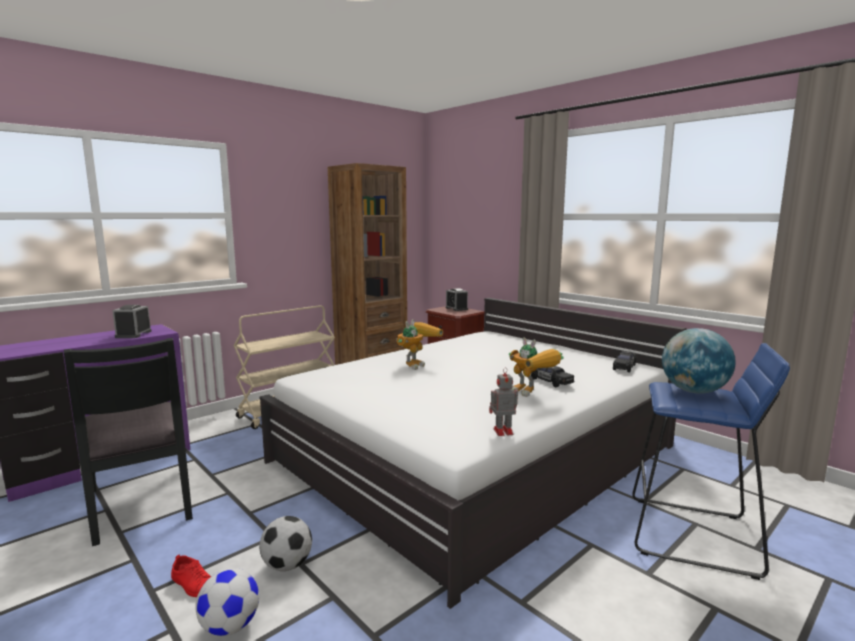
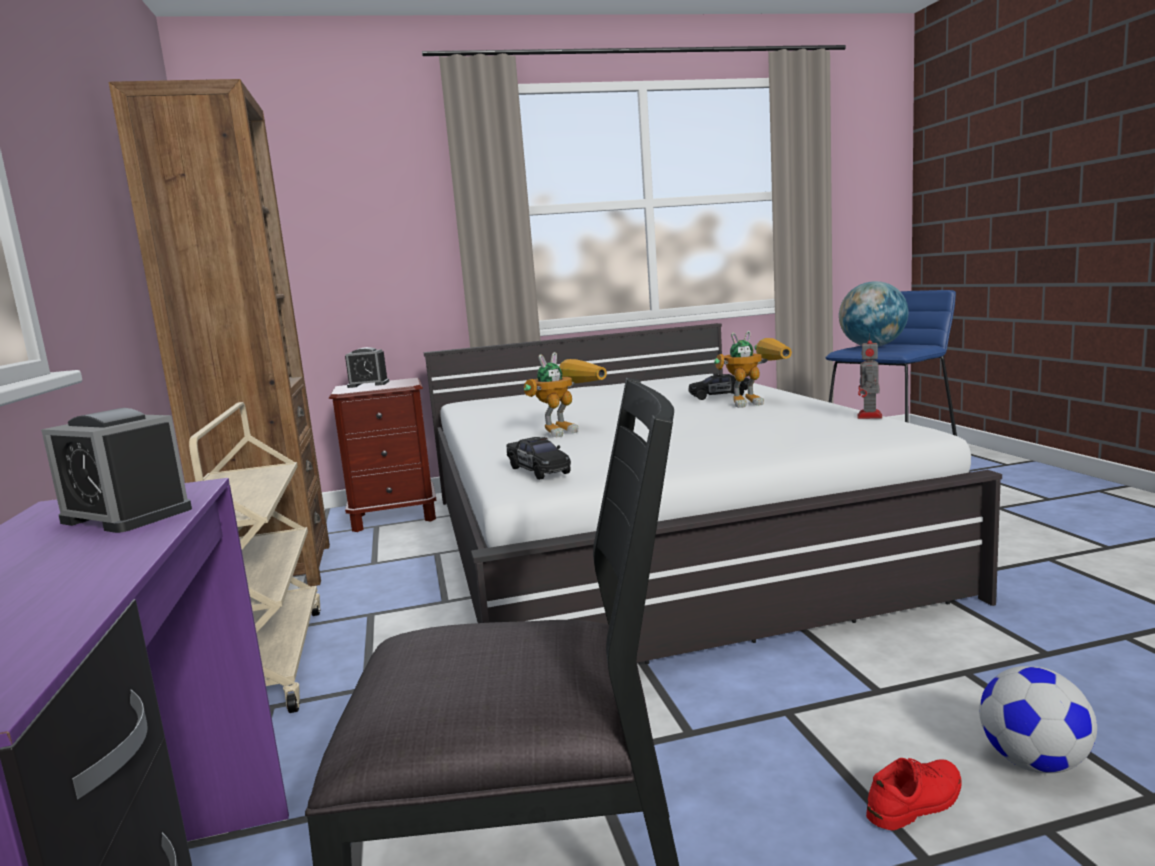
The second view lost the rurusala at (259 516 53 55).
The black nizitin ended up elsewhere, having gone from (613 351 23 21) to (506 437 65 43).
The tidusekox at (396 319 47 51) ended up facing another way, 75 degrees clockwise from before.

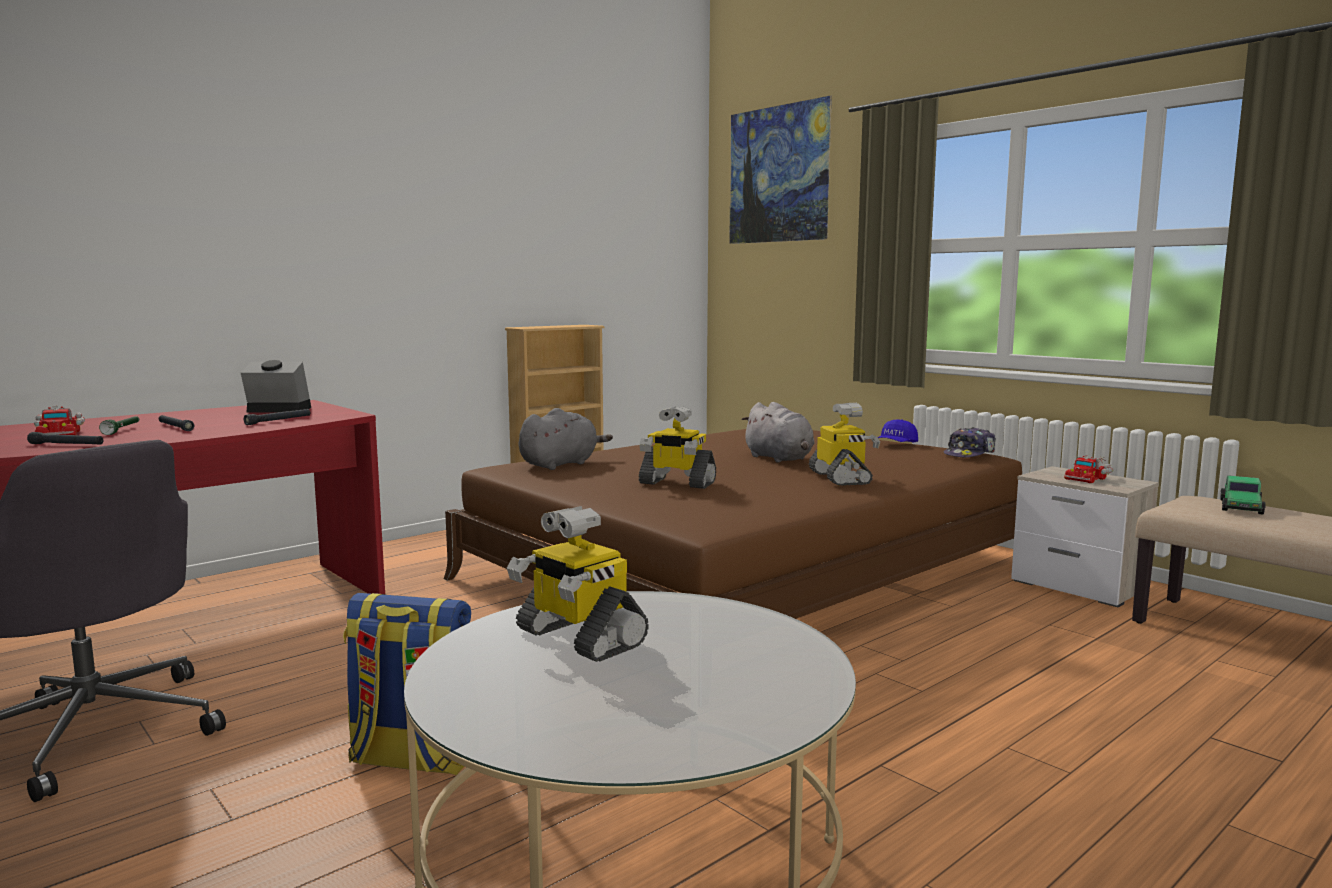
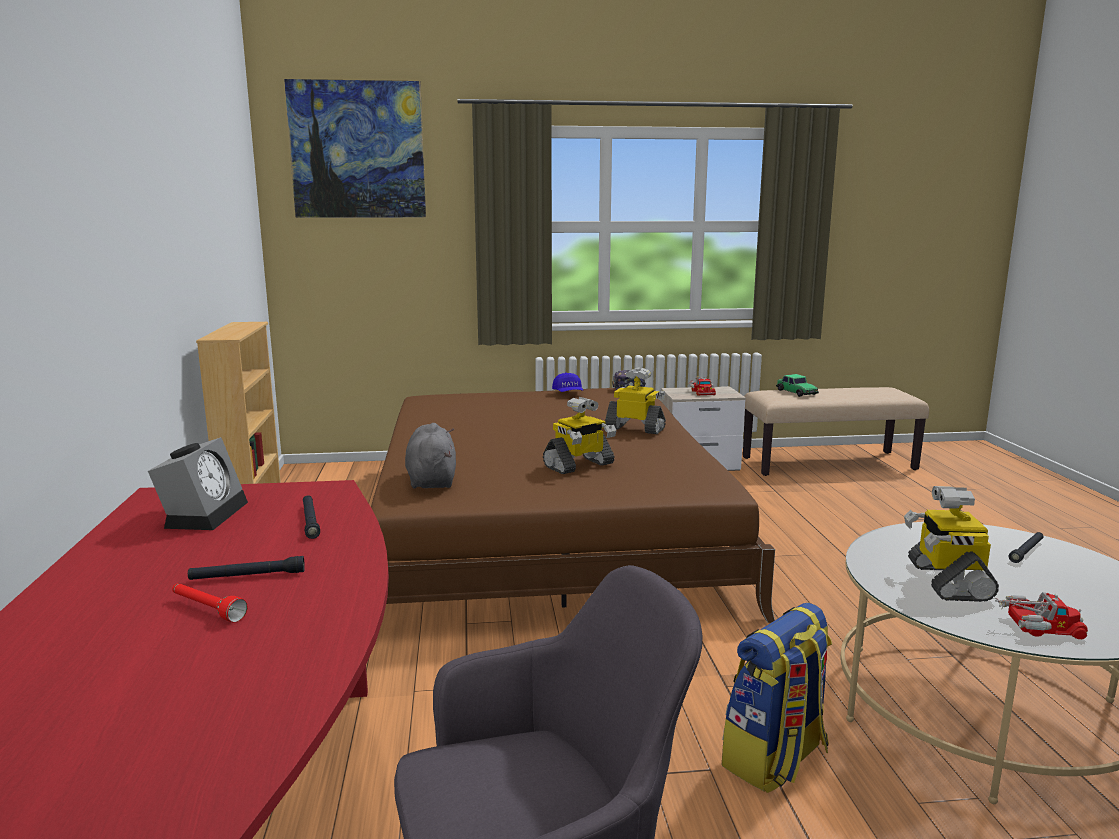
The second view lost the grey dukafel at (741 402 74 61).
The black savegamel ended up elsewhere, having gone from (27 432 77 13) to (1009 532 35 31).
The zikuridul ended up elsewhere, having gone from (34 406 51 29) to (993 592 95 47).
What was the green savegamel at (99 416 40 19) turned into the red savegamel at (172 583 75 39).
The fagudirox at (241 360 70 52) ended up facing another way, 150 degrees clockwise from before.
The tidusekox at (507 506 142 156) ended up facing another way, 105 degrees clockwise from before.

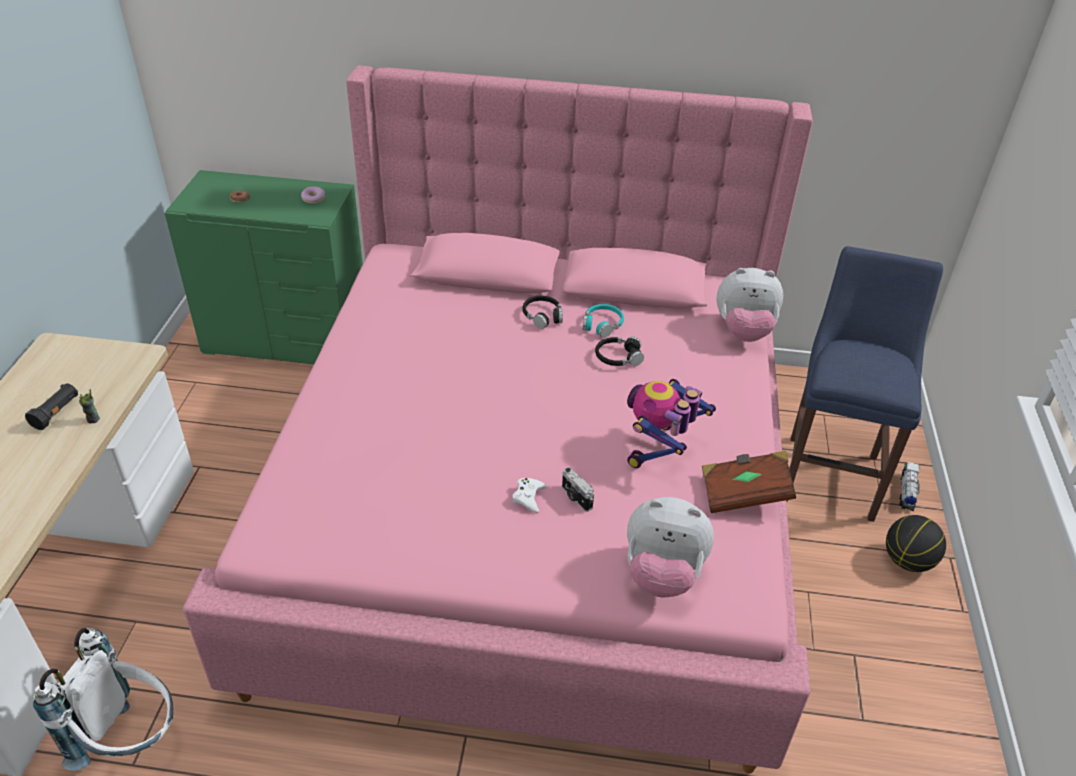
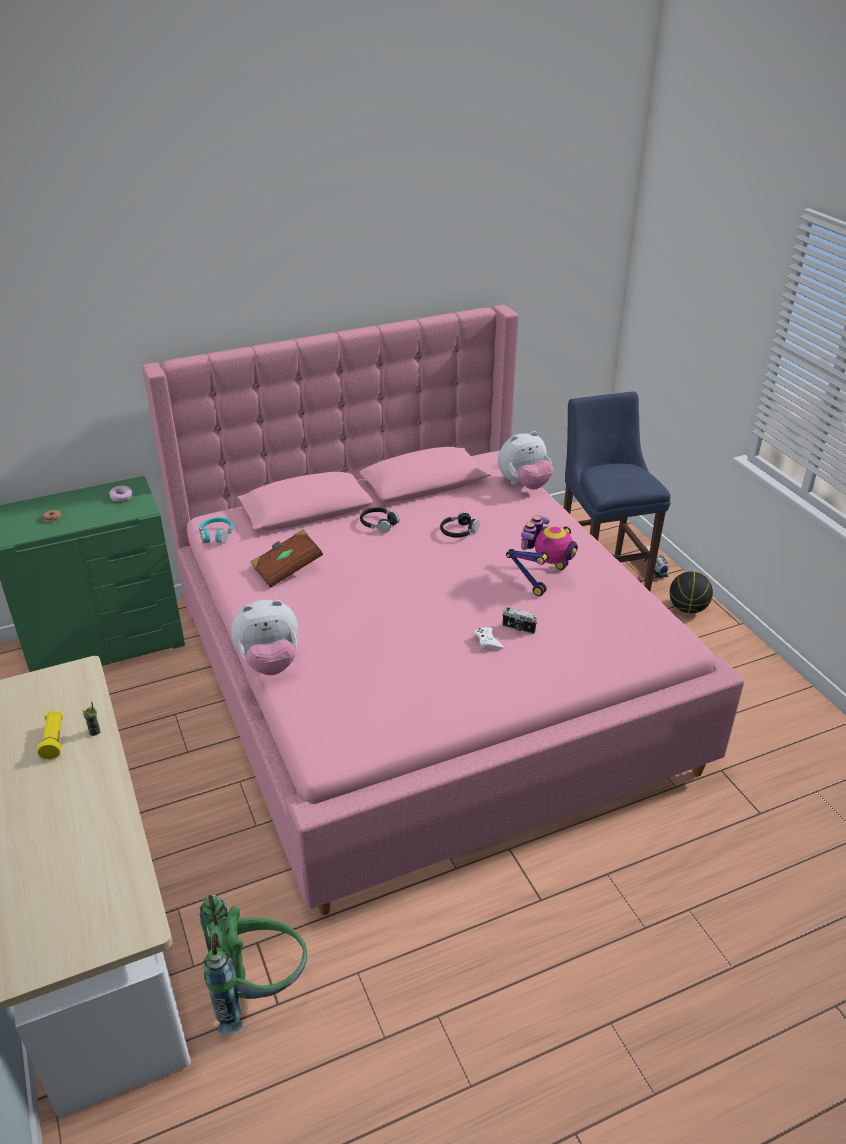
The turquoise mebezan ended up elsewhere, having gone from (583 304 41 34) to (199 517 34 27).
The dukafel ended up elsewhere, having gone from (627 497 87 100) to (231 600 67 75).
The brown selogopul ended up elsewhere, having gone from (702 451 94 62) to (251 529 72 59).
What was the black savegamel at (25 383 53 47) turned into the yellow savegamel at (37 711 26 49).
What was the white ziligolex at (33 628 140 143) turned into the green ziligolex at (200 895 107 140).
The tidusekox at (627 379 89 89) ended up facing another way, 150 degrees counterclockwise from before.

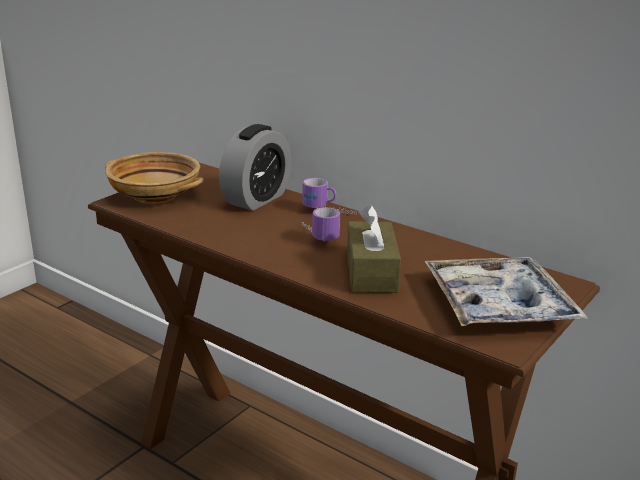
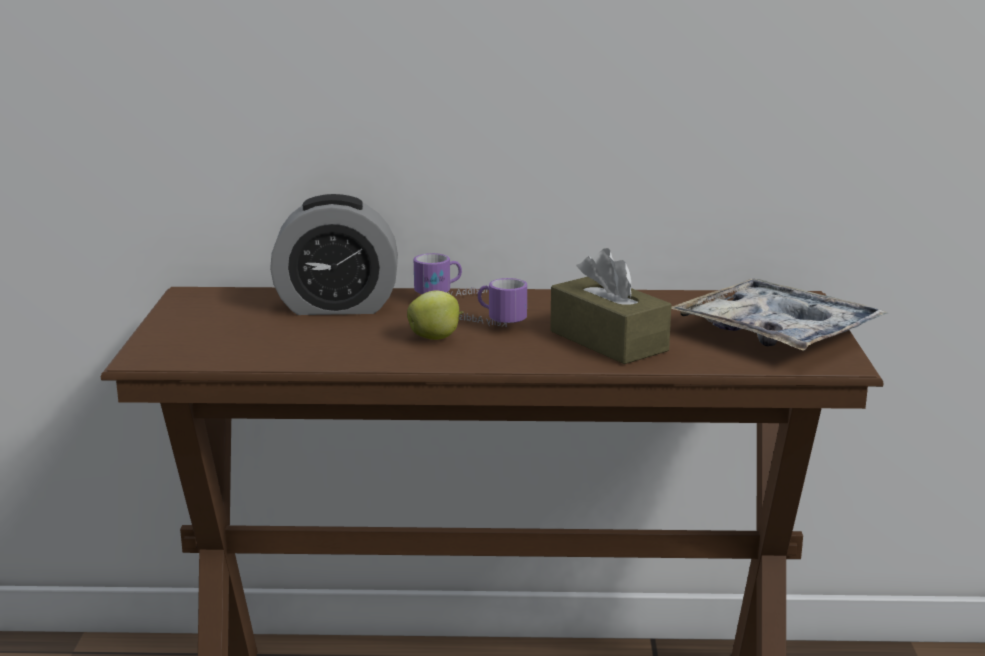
The second view lost the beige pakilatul at (105 152 99 52).
The second view gained the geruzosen at (407 291 57 49).
The fagudirox at (219 124 72 87) ended up facing another way, 90 degrees clockwise from before.

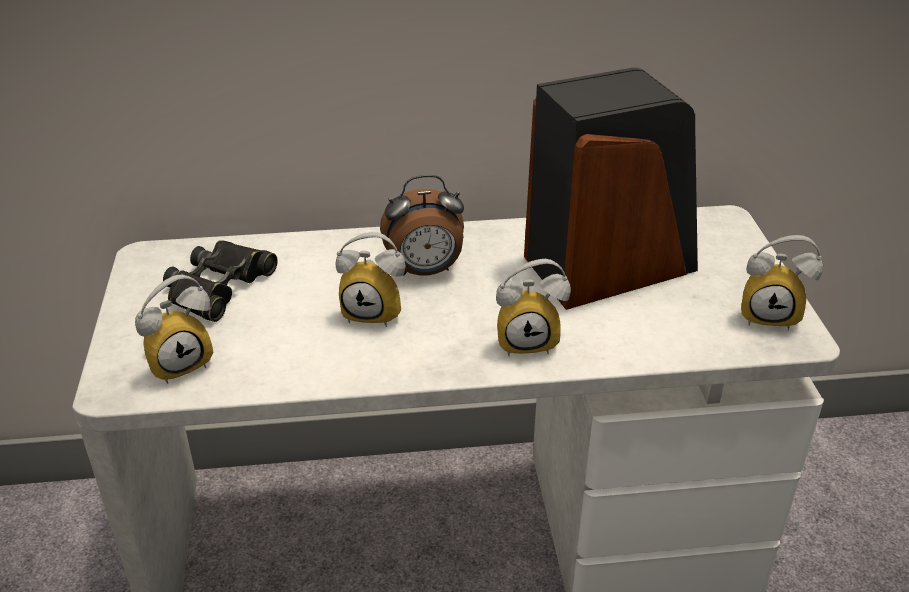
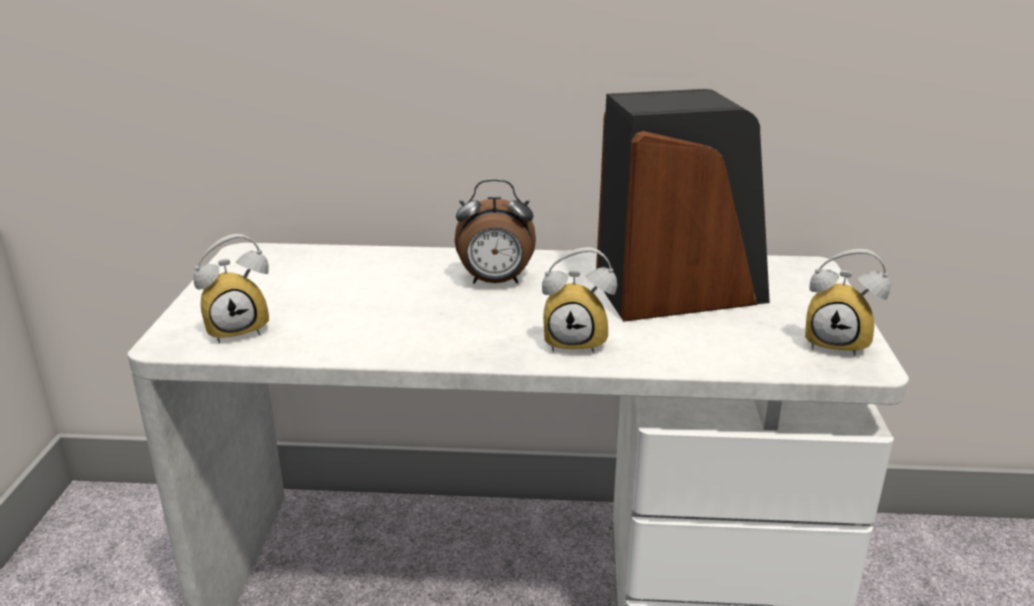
The second view lost the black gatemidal at (163 240 115 82).
The second view lost the fagudirox at (335 232 71 95).

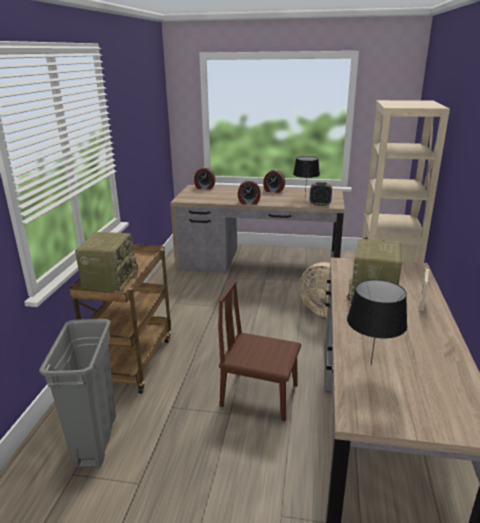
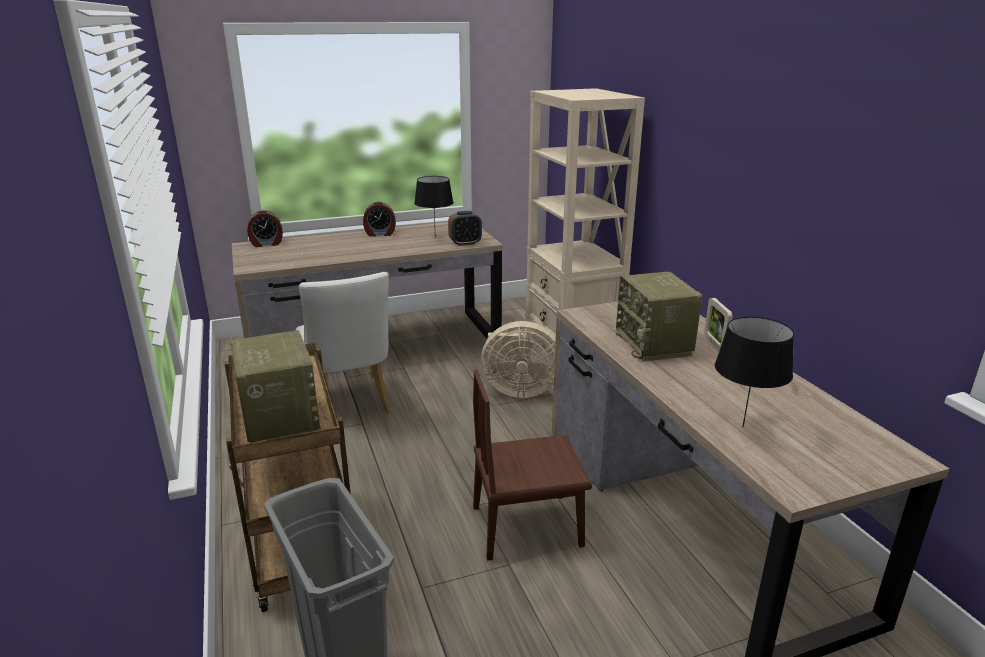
The second view lost the fagudirox at (238 180 23 24).
The second view gained the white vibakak at (295 272 95 140).

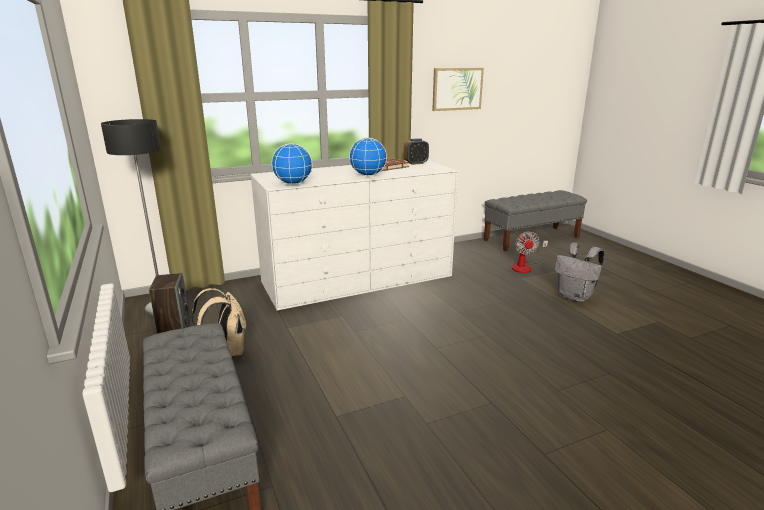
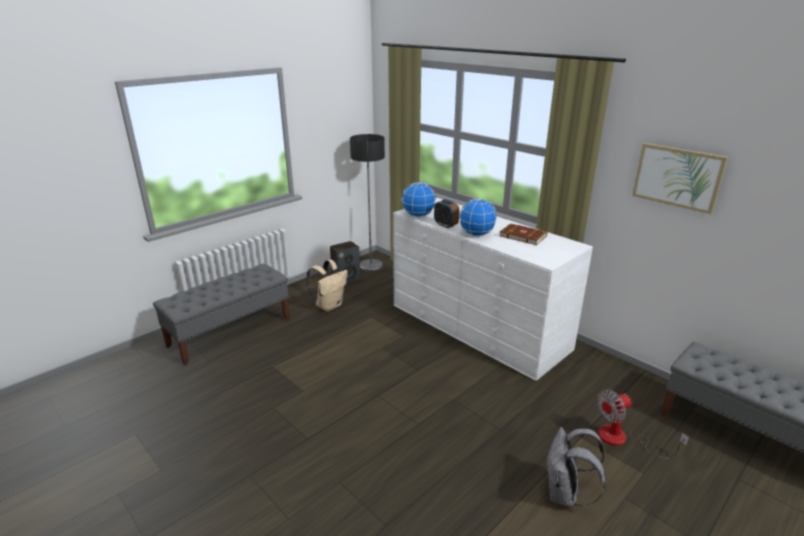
The fagudirox ended up elsewhere, having gone from (404 138 25 27) to (434 199 26 29).

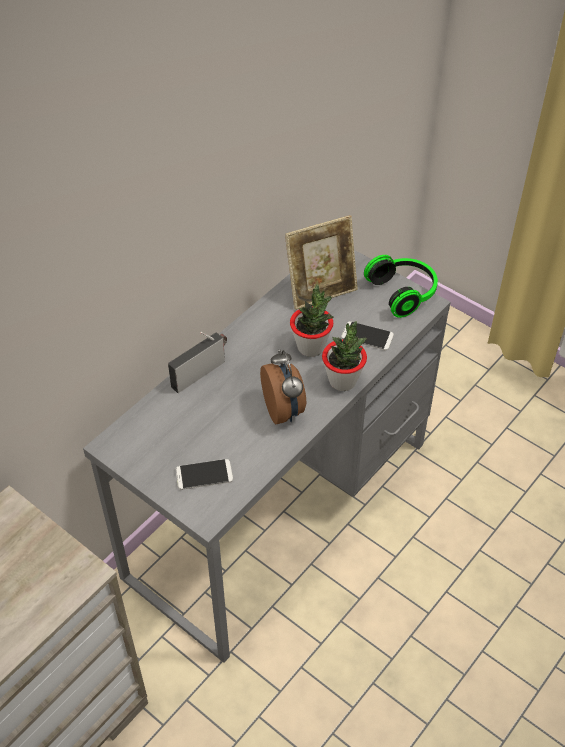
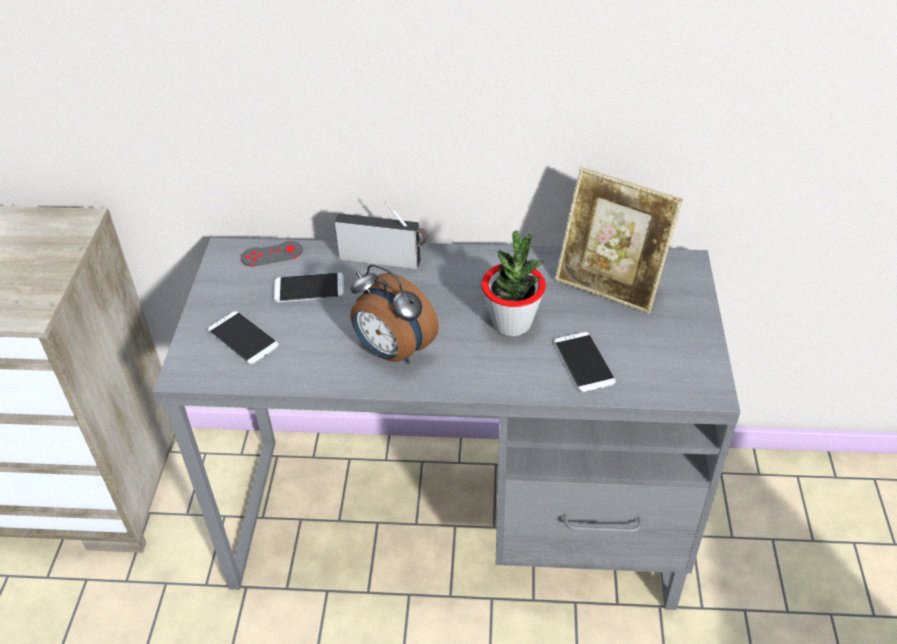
The second view lost the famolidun at (322 321 45 70).
The second view lost the mebezan at (364 255 74 63).
The second view gained the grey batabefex at (241 241 62 25).
The second view gained the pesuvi at (274 273 70 29).
The fagudirox at (260 349 46 75) ended up facing another way, 90 degrees clockwise from before.

